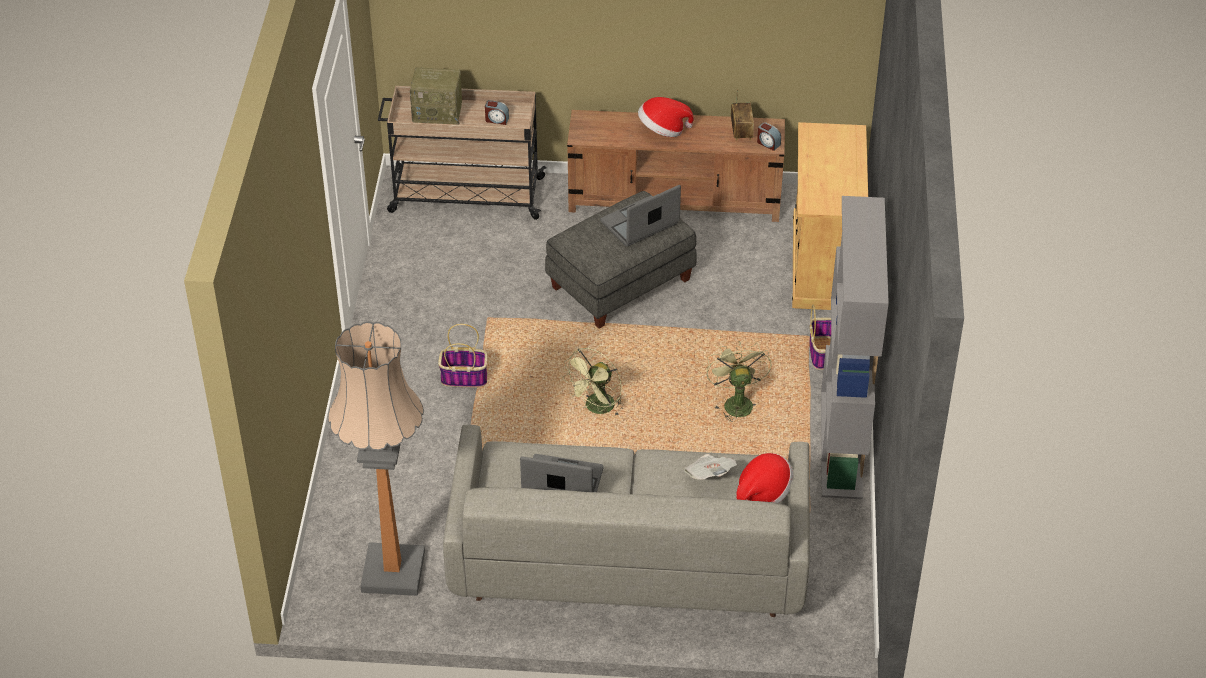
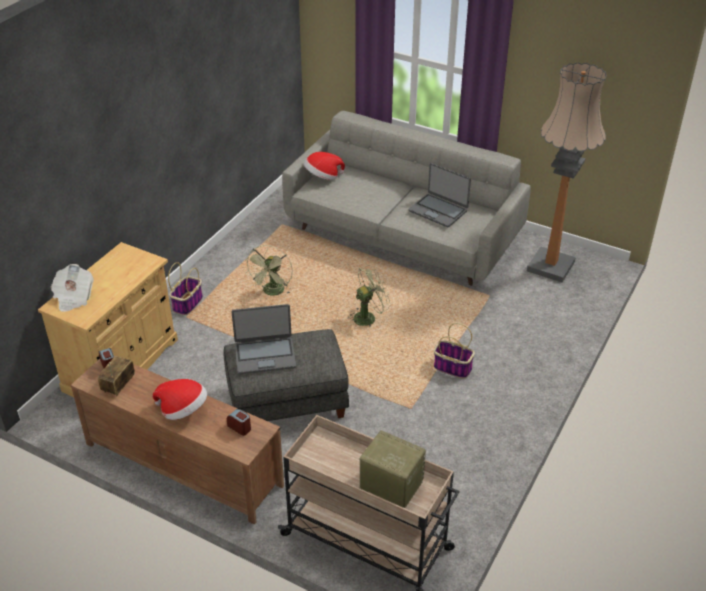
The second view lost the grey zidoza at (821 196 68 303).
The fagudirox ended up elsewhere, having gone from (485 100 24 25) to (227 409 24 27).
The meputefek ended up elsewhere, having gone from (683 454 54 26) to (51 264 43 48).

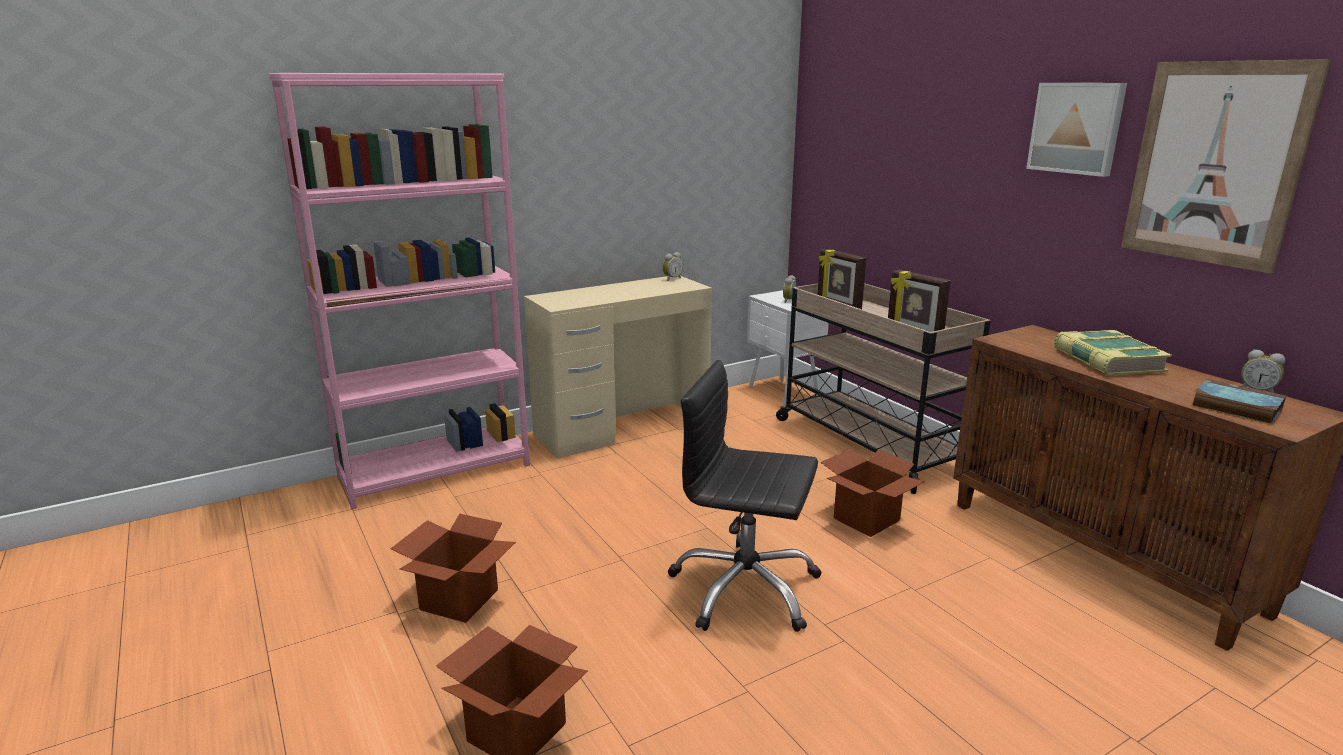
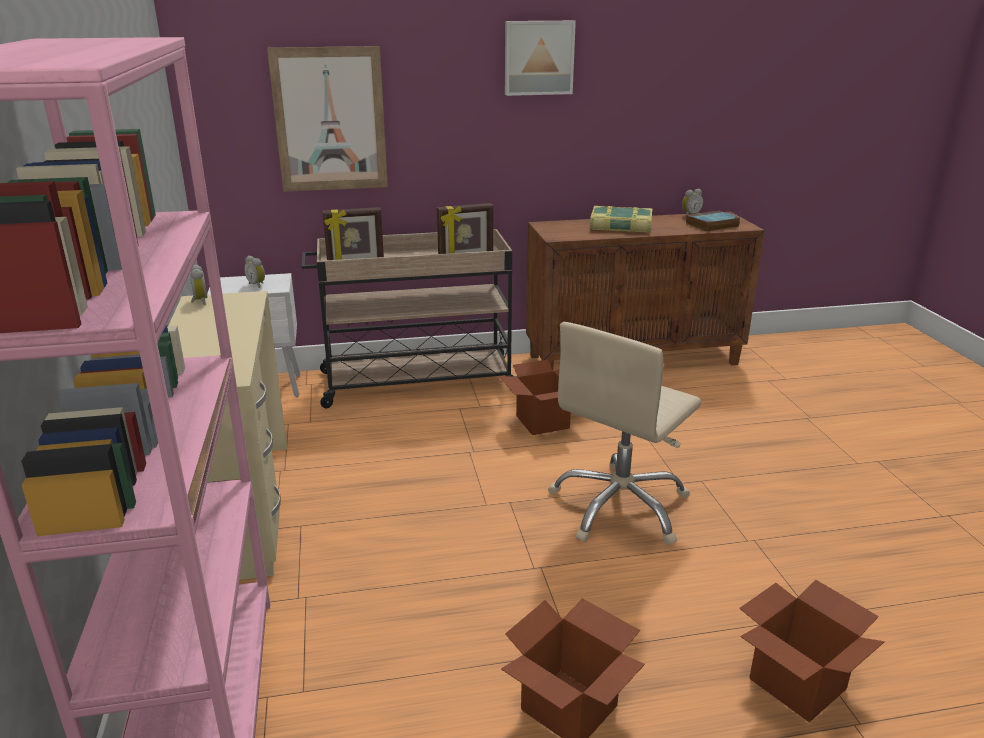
The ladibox ended up elsewhere, having gone from (1121 59 210 215) to (267 46 121 146).
What was the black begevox at (668 360 154 272) turned into the beige begevox at (548 322 153 223).

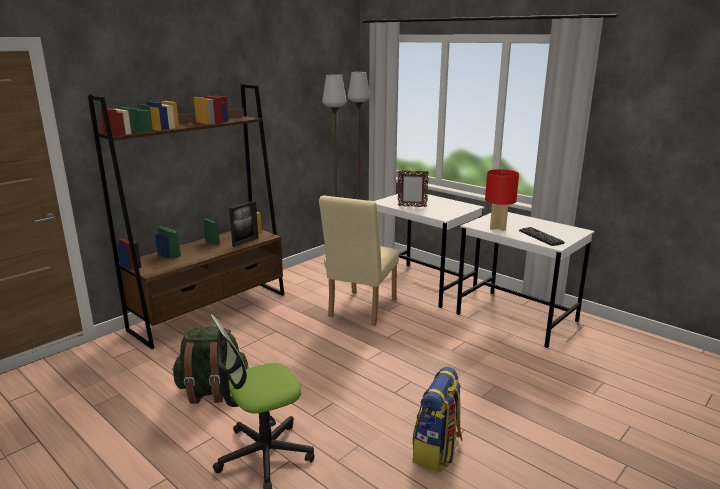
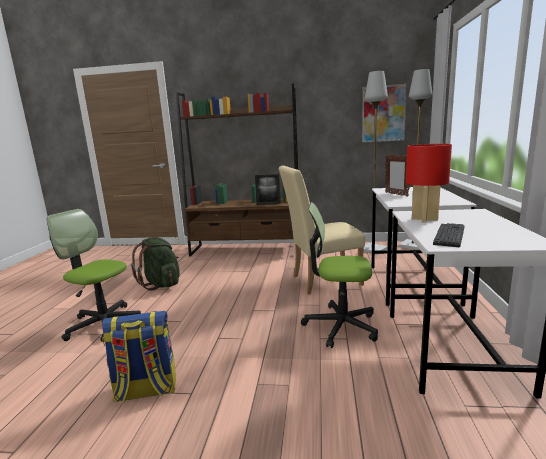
The second view gained the begevox at (301 202 77 146).
The second view gained the ladibox at (362 84 45 59).

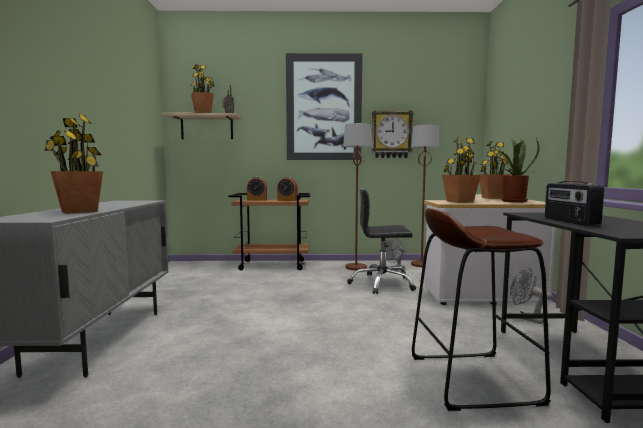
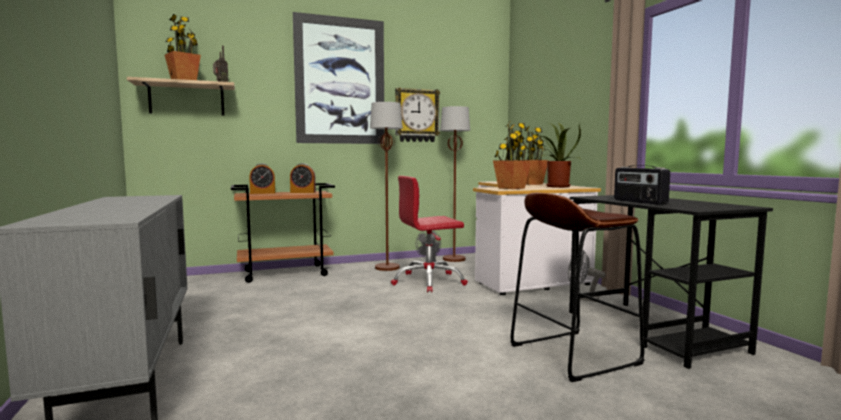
The second view lost the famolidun at (44 114 59 100).
What was the black begevox at (347 188 69 106) turned into the red begevox at (391 176 77 116).

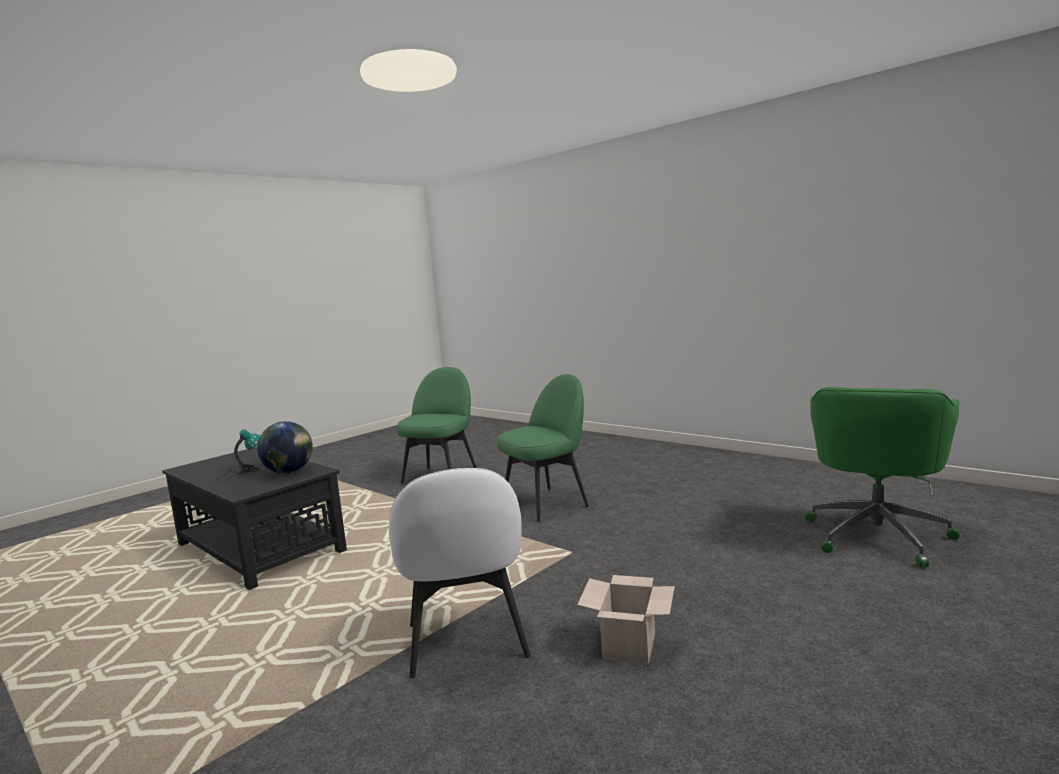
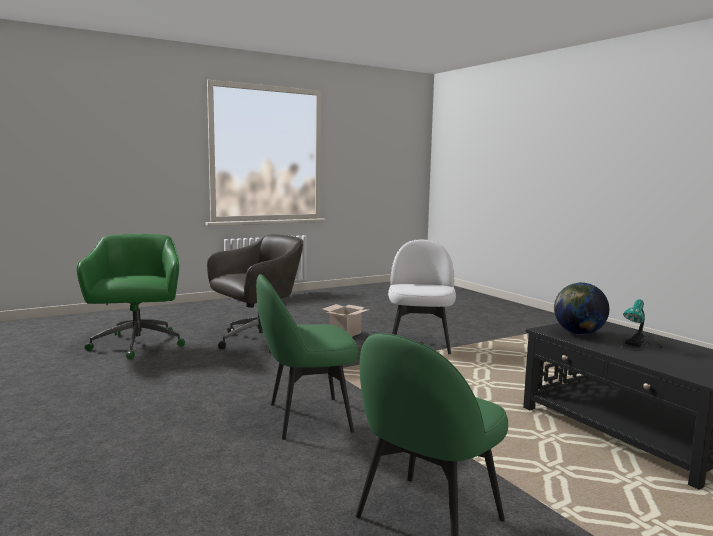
The second view gained the grey begevox at (207 234 96 120).
The green begevox at (805 387 155 180) ended up facing another way, 60 degrees counterclockwise from before.

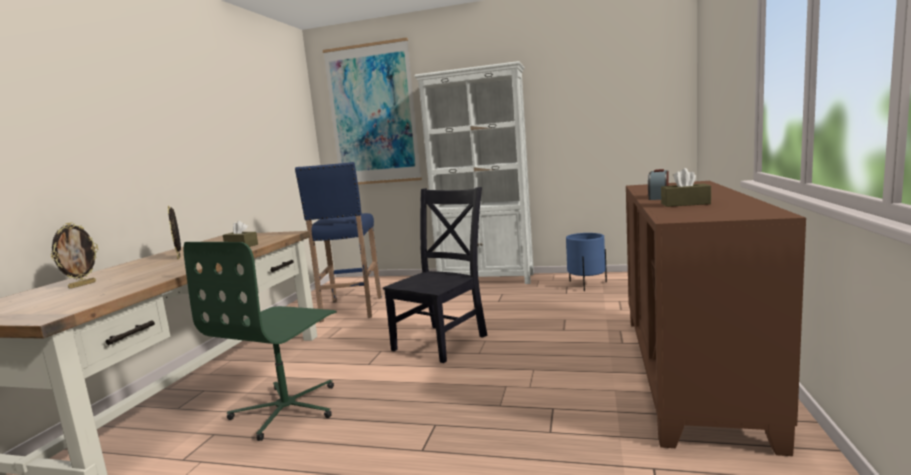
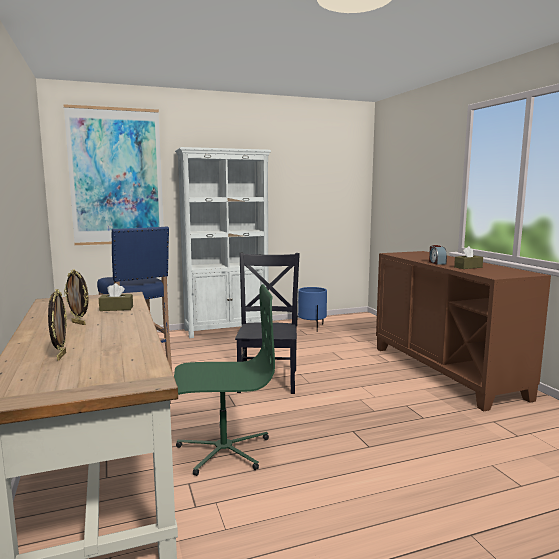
The green begevox at (184 242 152 199) ended up facing another way, 90 degrees counterclockwise from before.

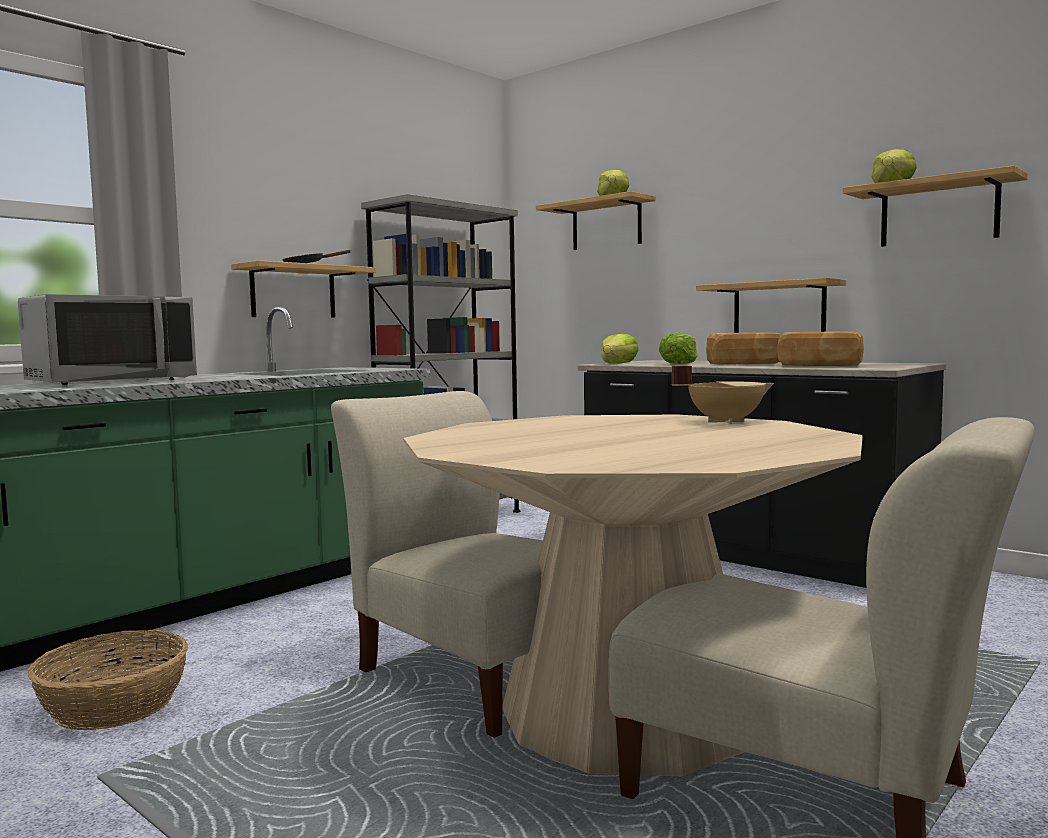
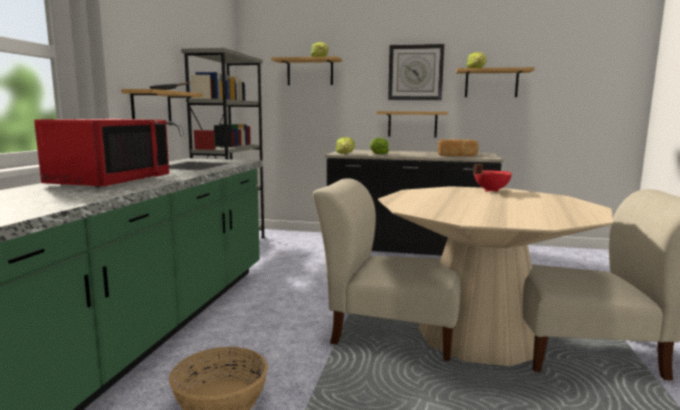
The second view lost the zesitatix at (706 332 76 33).
The second view gained the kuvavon at (388 44 56 56).
What was the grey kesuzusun at (18 294 179 91) turned into the red kesuzusun at (34 119 135 68).
What was the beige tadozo at (672 366 102 58) turned into the red tadozo at (473 164 39 28).

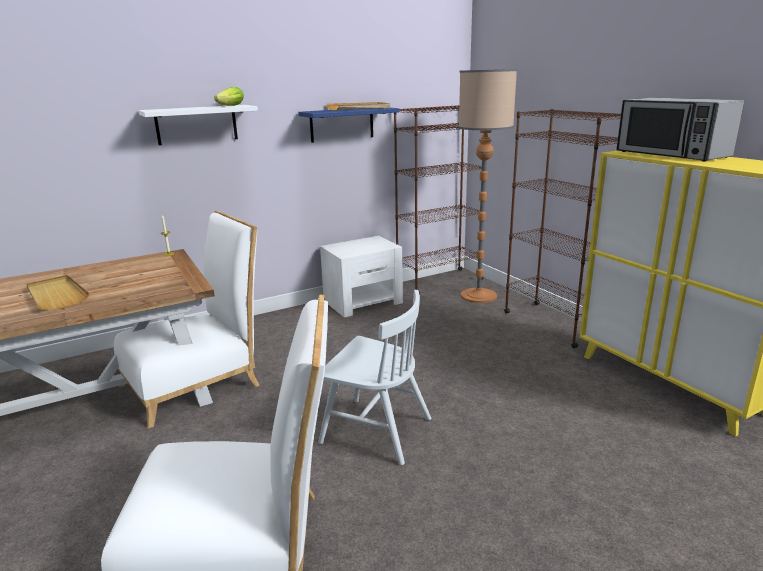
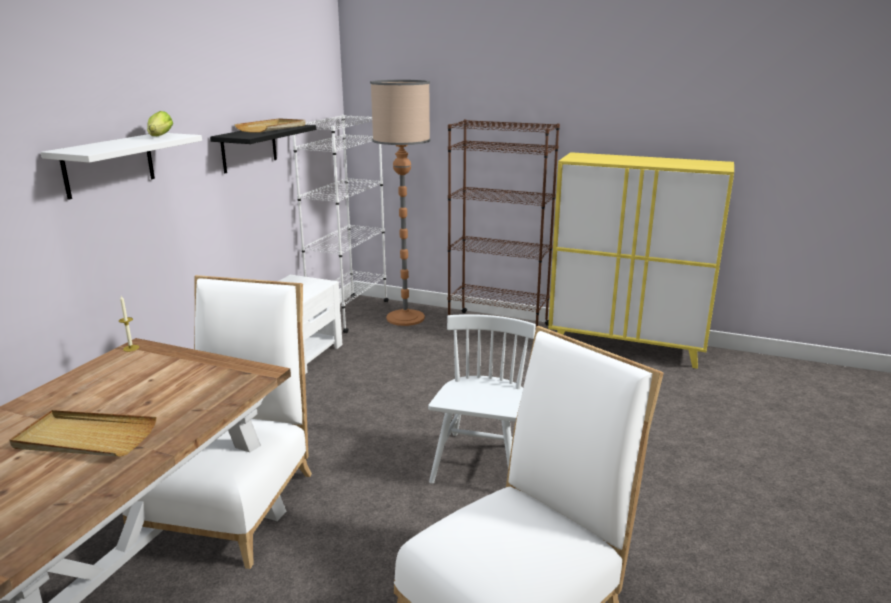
The second view lost the kesuzusun at (616 98 128 63).
What was the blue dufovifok at (298 108 101 35) turned into the black dufovifok at (210 125 106 48).
What was the brown zidoza at (394 105 90 190) turned into the white zidoza at (293 115 95 218).
The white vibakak at (318 290 113 175) ended up facing another way, 60 degrees counterclockwise from before.

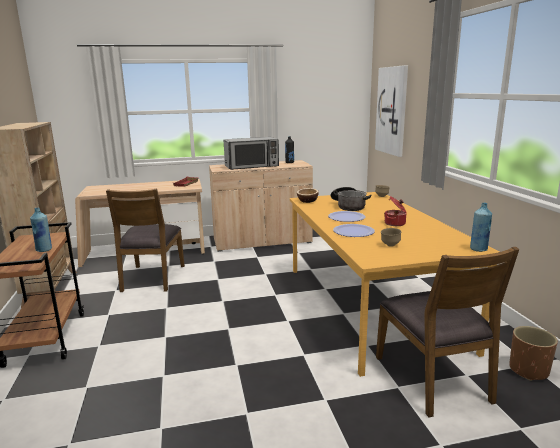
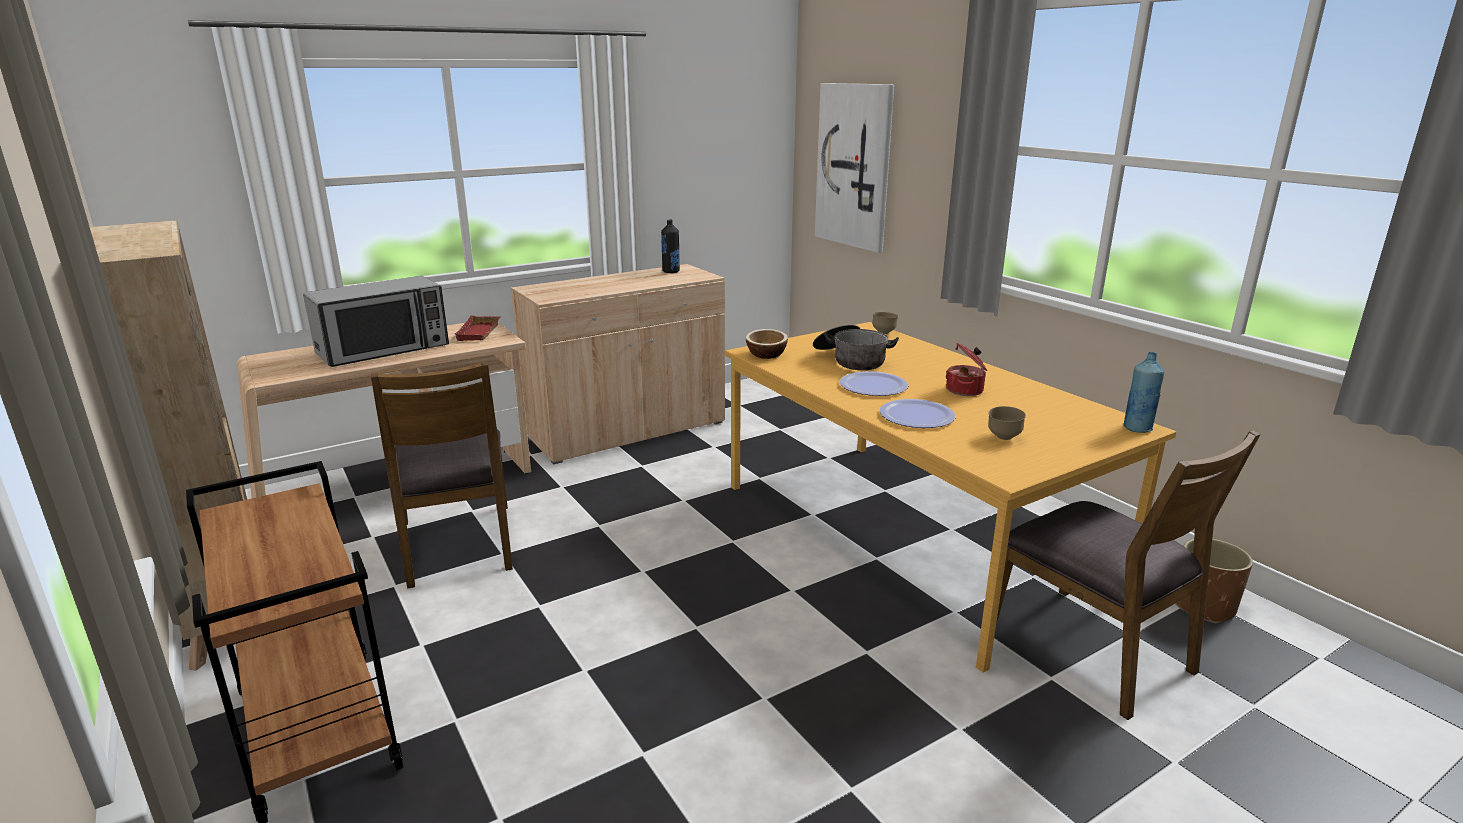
The second view lost the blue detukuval at (30 208 22 44).
The kesuzusun ended up elsewhere, having gone from (224 137 55 33) to (303 276 146 91).

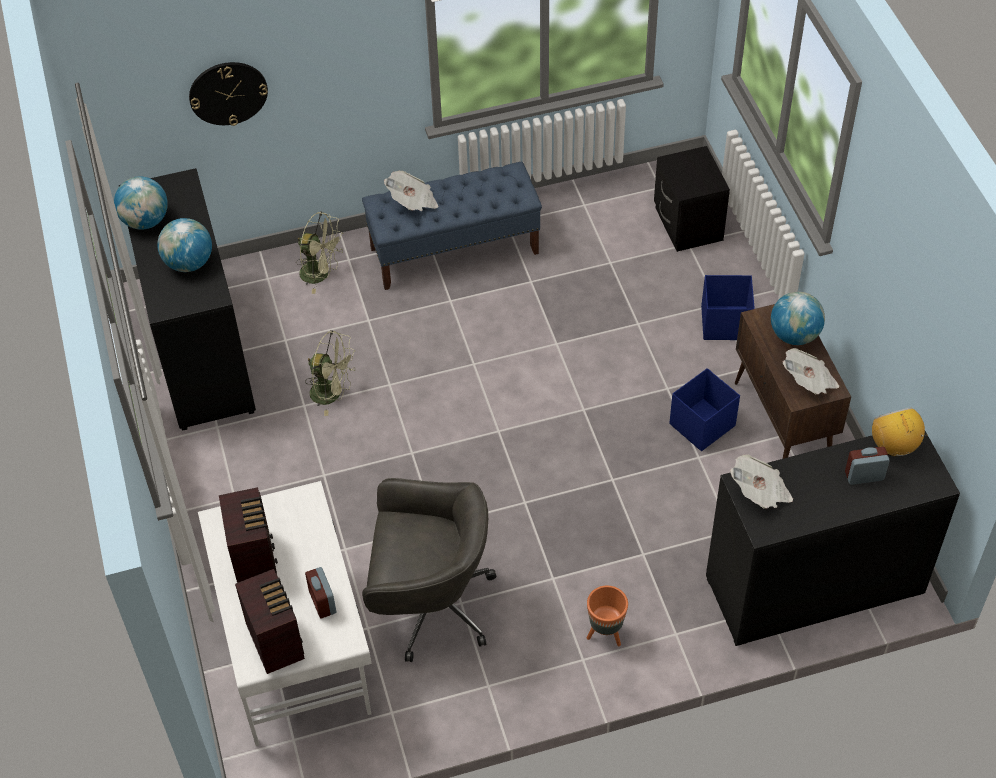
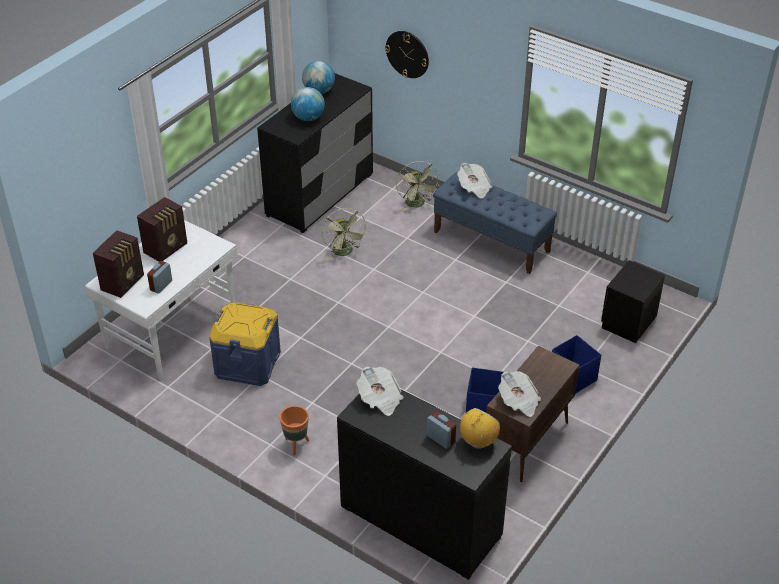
The second view lost the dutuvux at (771 292 54 53).
Where the grey begevox stood at (362 478 134 184), the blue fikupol came to stand at (209 302 72 84).

